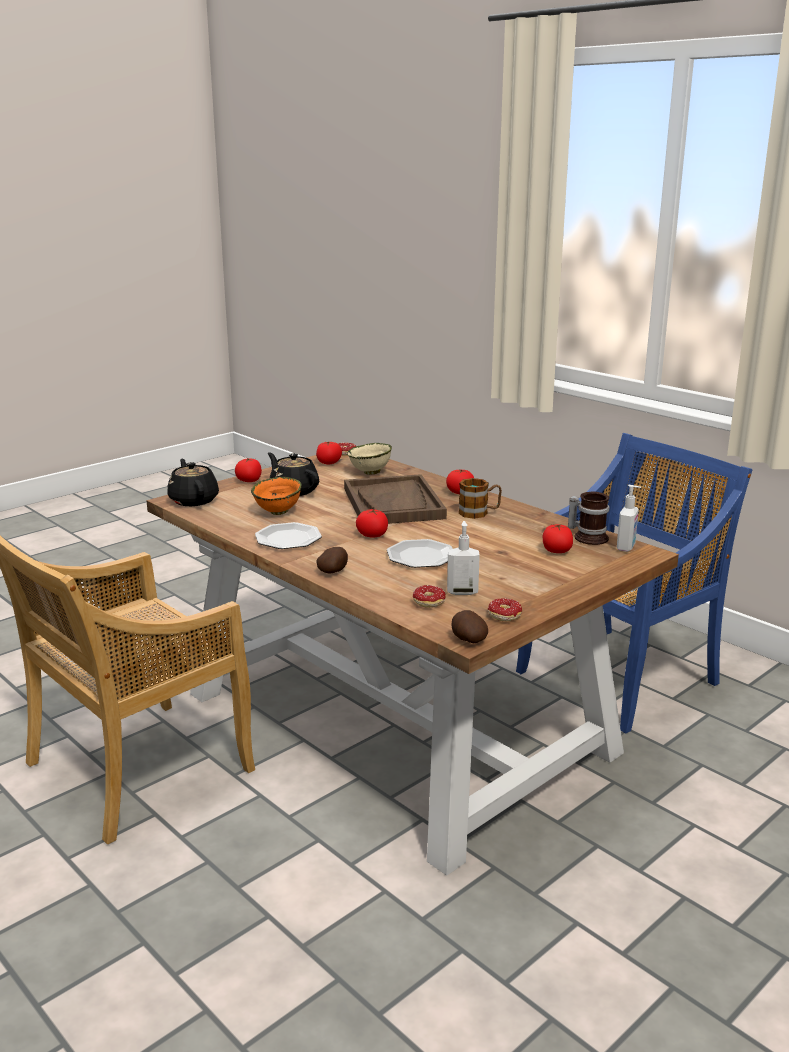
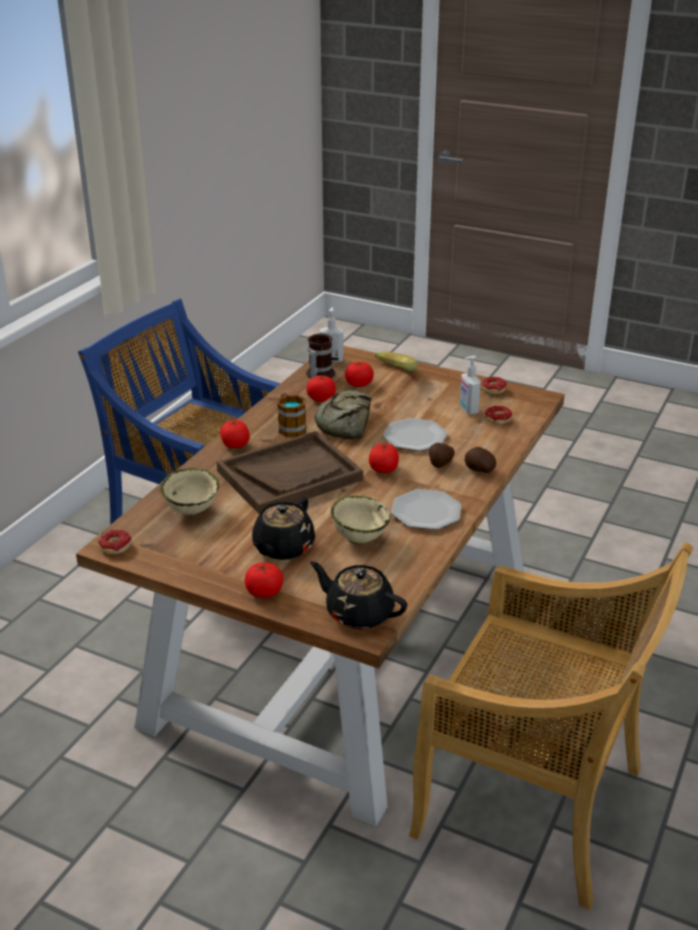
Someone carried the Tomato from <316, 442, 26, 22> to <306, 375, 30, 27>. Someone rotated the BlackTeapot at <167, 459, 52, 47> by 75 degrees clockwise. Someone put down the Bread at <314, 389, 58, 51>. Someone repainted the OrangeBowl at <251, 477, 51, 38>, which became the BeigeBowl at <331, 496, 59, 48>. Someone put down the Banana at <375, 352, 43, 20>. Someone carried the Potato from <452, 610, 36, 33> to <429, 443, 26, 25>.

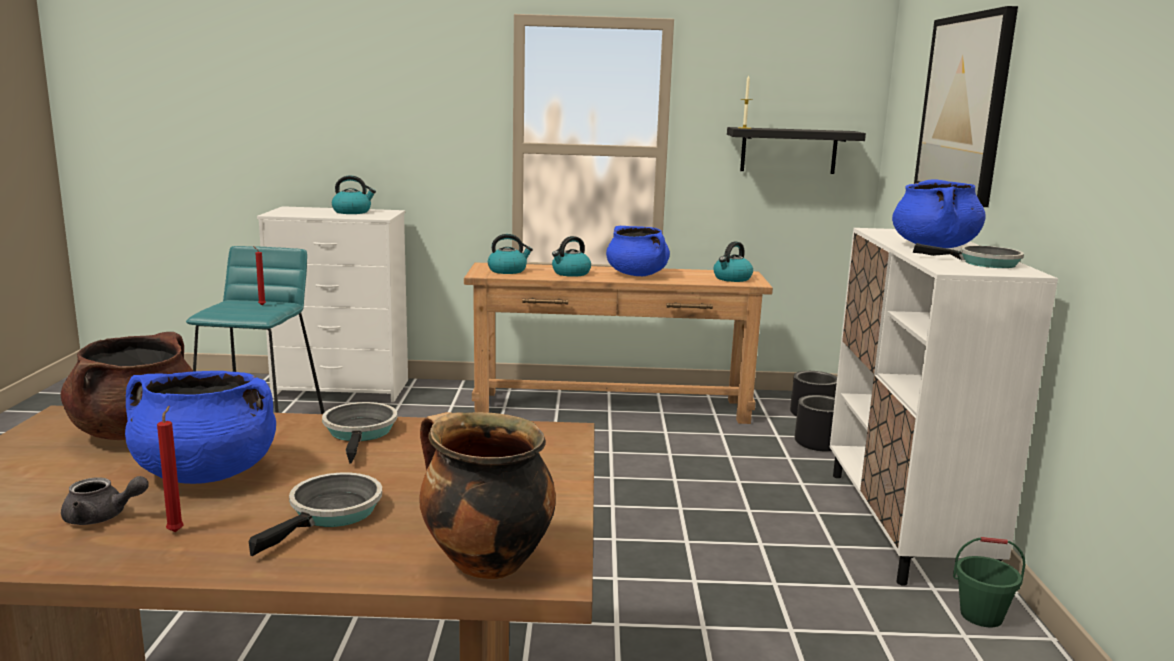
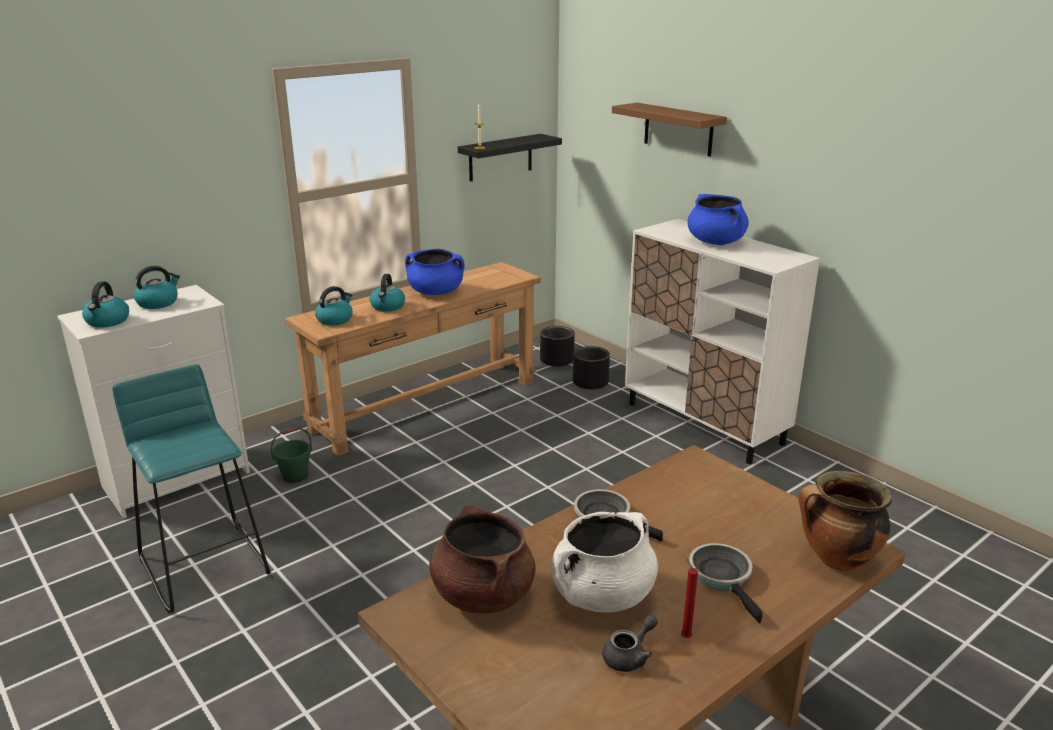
Someone carried the Kettle from <713, 241, 40, 41> to <82, 282, 47, 46>. Someone carried the GreenBucket from <953, 537, 72, 91> to <271, 428, 41, 55>. Someone repainted the BlueCookingPot at <125, 371, 151, 113>, which became the WhiteCookingPot at <551, 512, 107, 100>. Someone swapped the Picture at <914, 6, 104, 201> for the BrownShelf at <612, 103, 115, 54>. Someone took away the RedCandle at <253, 246, 13, 59>. Someone took away the FryingPan at <913, 243, 111, 25>.

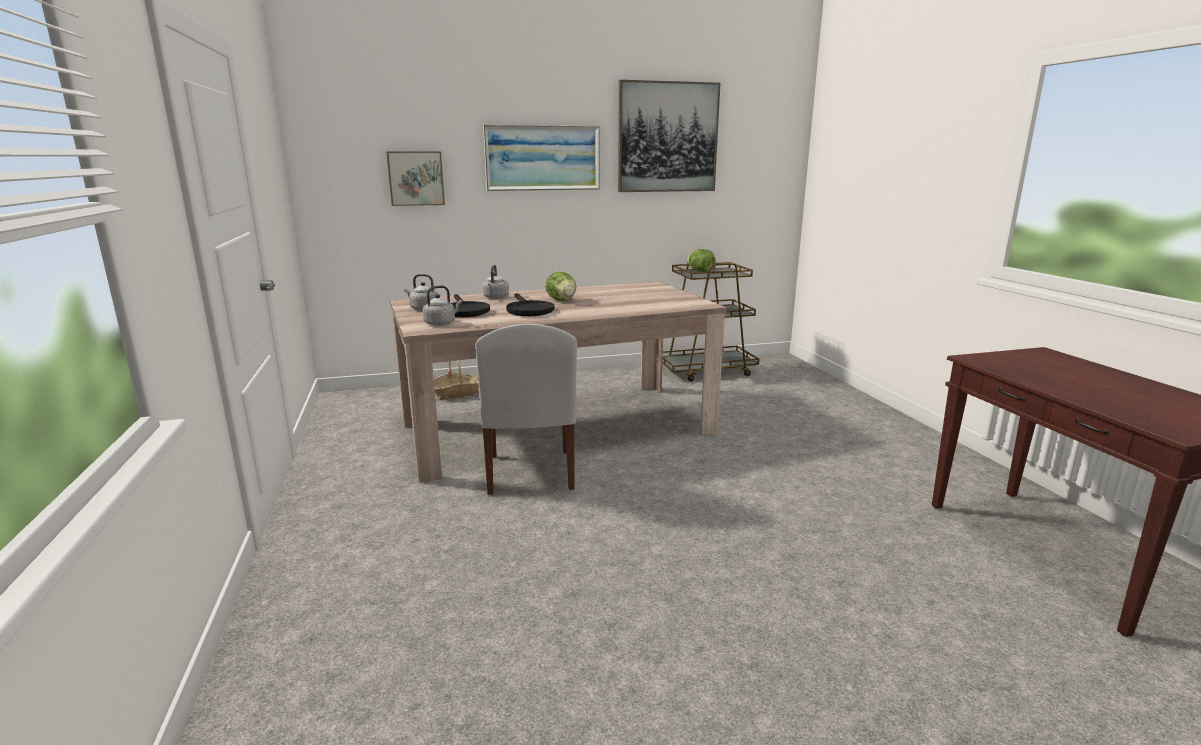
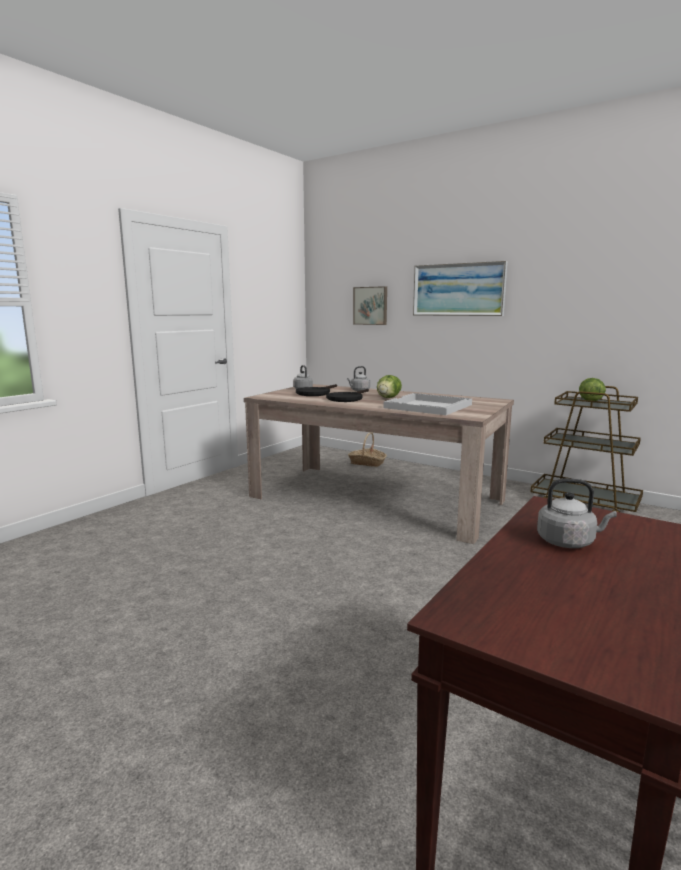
Someone put down the WhiteTray at <383, 393, 89, 22>. Someone carried the GreyKettle from <423, 286, 39, 40> to <537, 478, 80, 70>. Someone took away the WhiteChair at <475, 324, 102, 171>. Someone took away the Picture at <618, 80, 103, 112>.

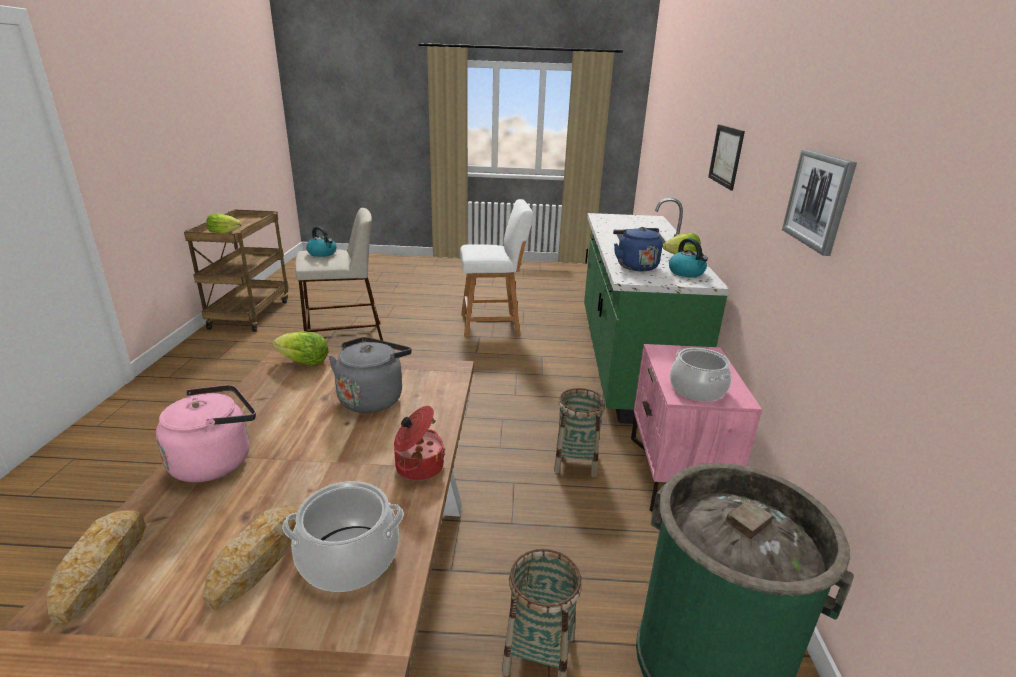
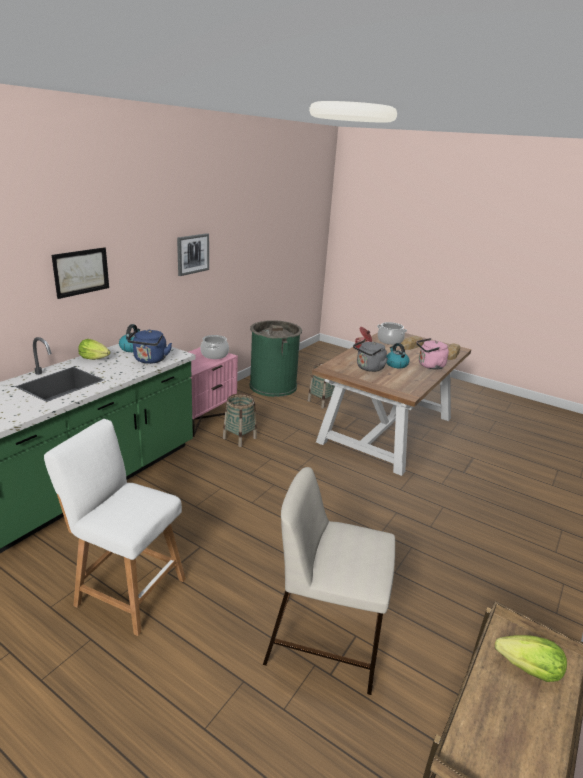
Someone carried the Kettle from <306, 226, 30, 31> to <386, 343, 24, 25>. Someone took away the Lettuce at <273, 331, 56, 35>.

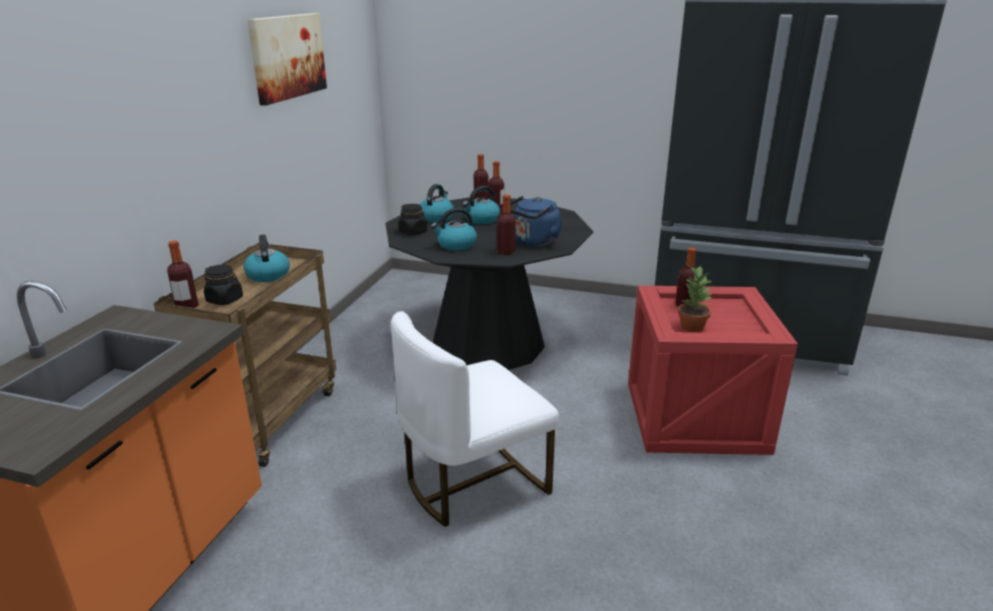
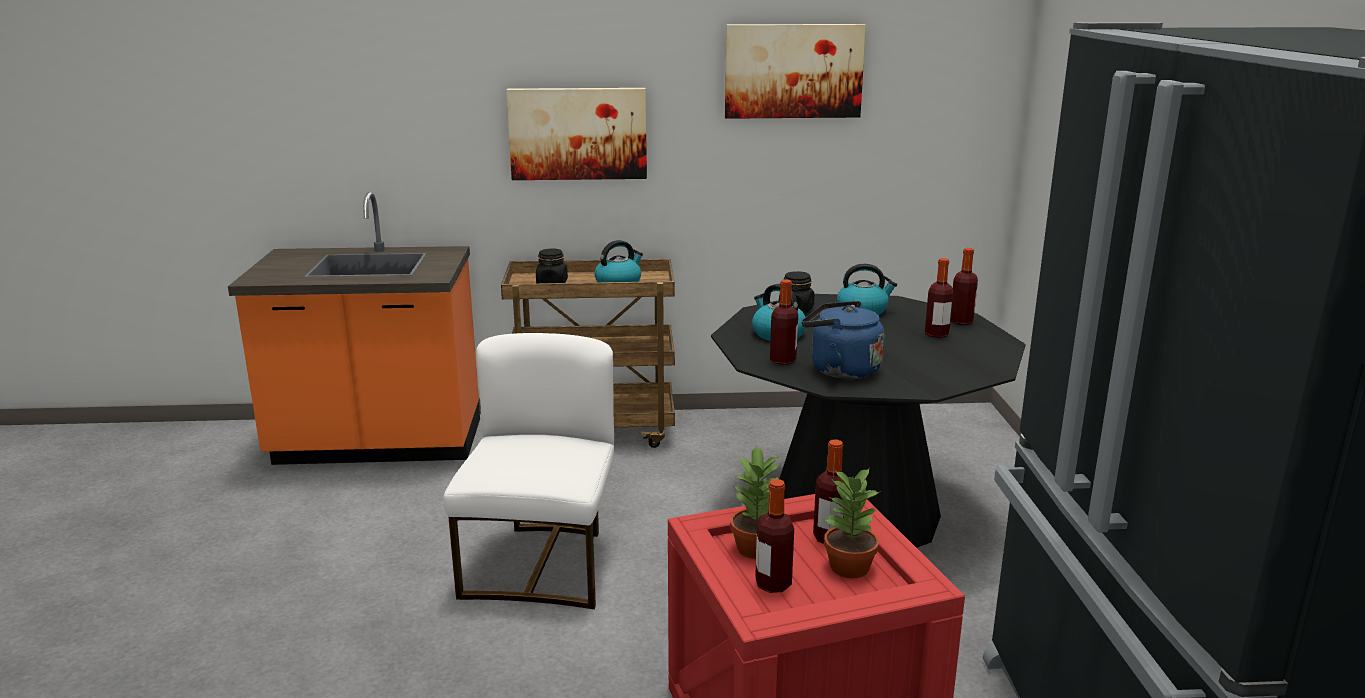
Someone rotated the WhiteChair at <391, 311, 168, 216> by 60 degrees clockwise. Someone put up the Picture at <506, 88, 141, 92>. Someone carried the Bottle from <167, 241, 32, 67> to <755, 479, 39, 114>. Someone put down the PottedPlant at <824, 468, 57, 110>. Someone took away the Kettle at <462, 186, 38, 38>.

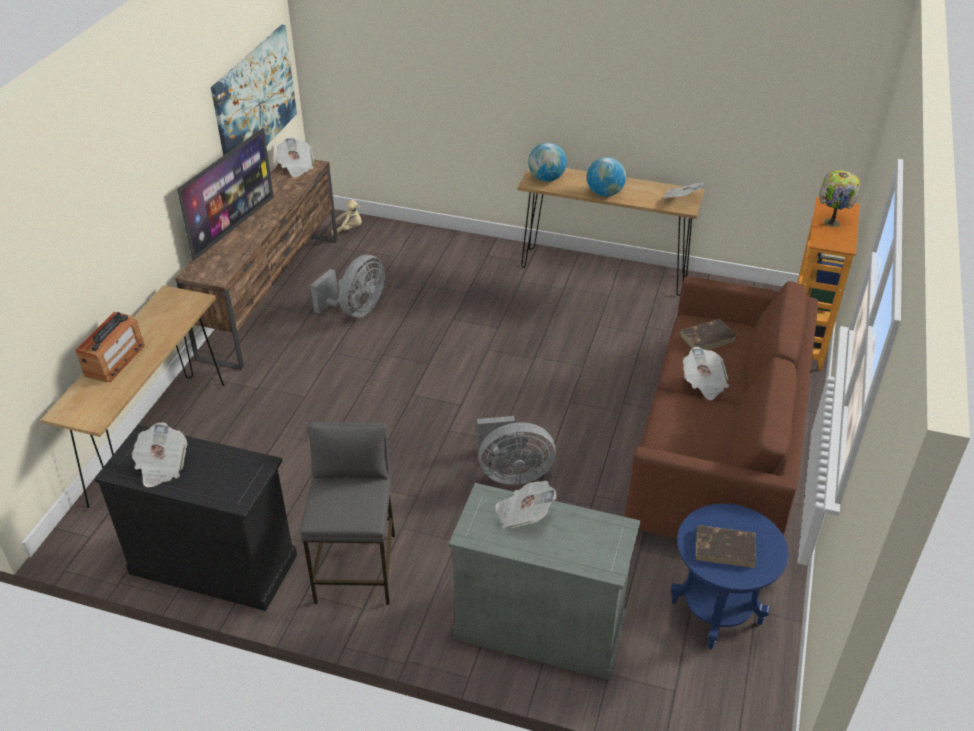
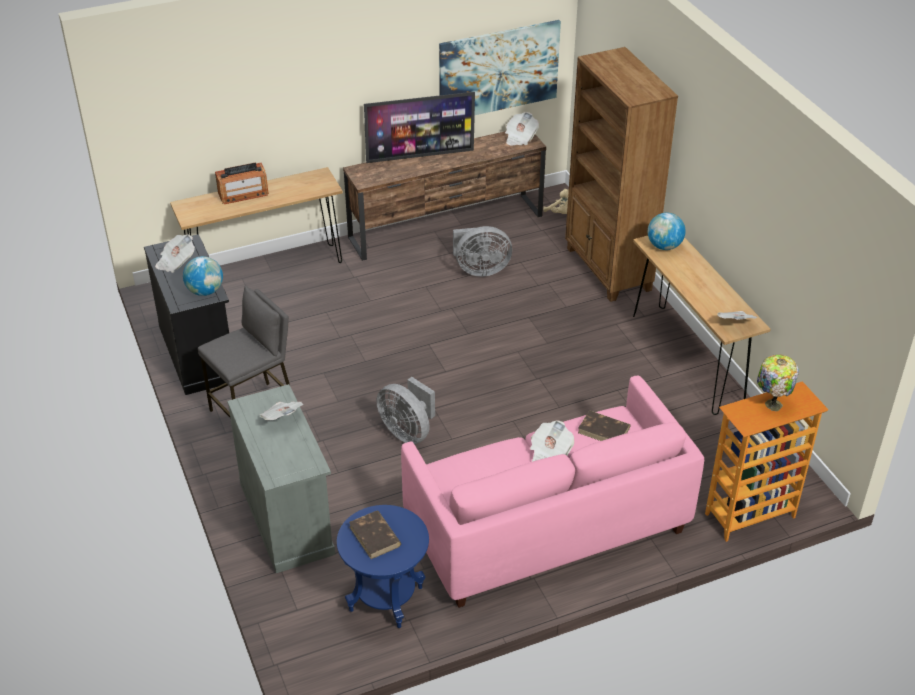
Someone carried the Globe from <587, 157, 39, 40> to <183, 256, 40, 40>. Someone repainted the BrownSofa at <625, 276, 193, 263>, which became the PinkSofa at <401, 375, 303, 233>. Someone put down the BrownBookcase at <565, 47, 113, 255>.

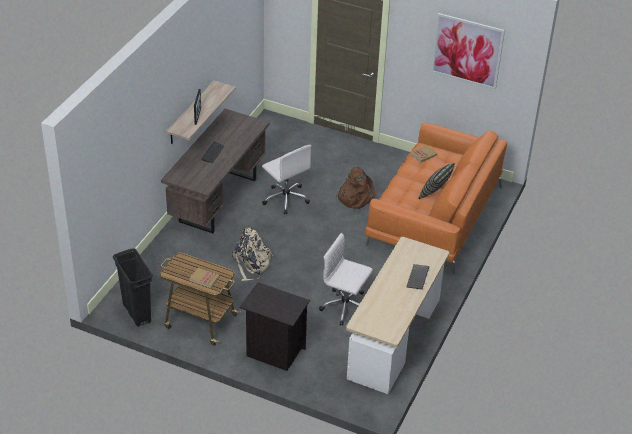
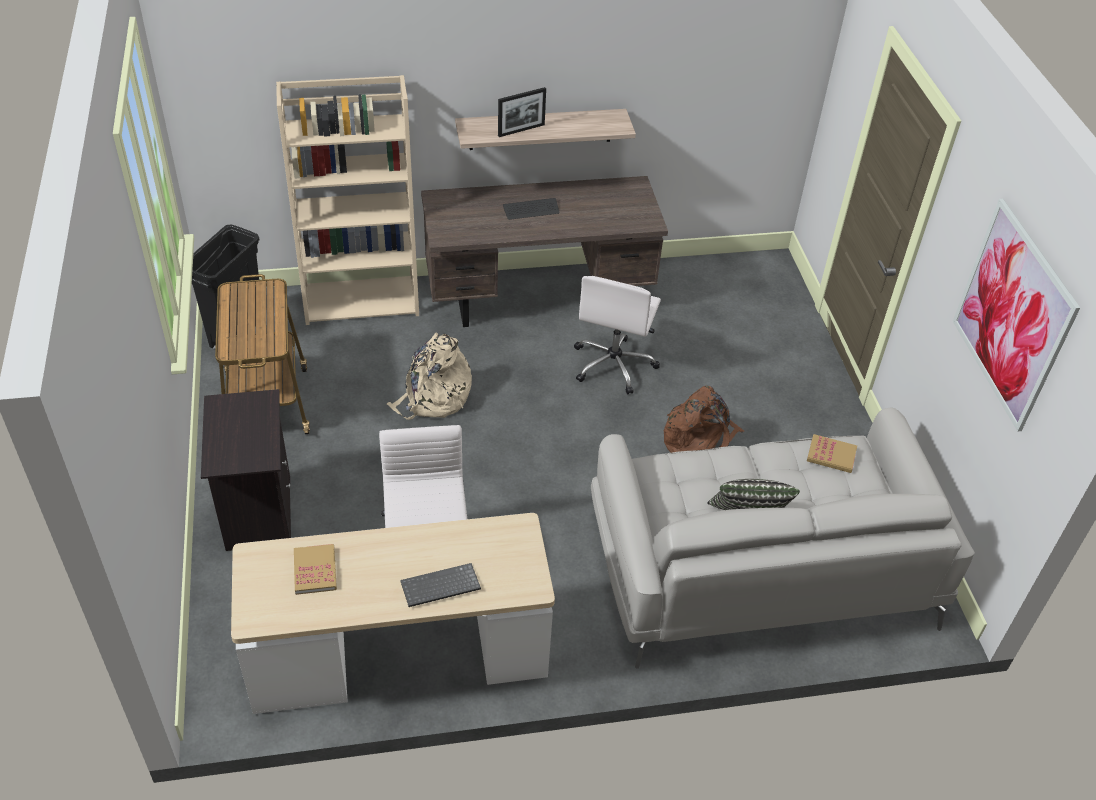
Someone put down the BeigeBookcase at <276, 75, 143, 250>. Someone carried the Book from <189, 267, 31, 21> to <294, 544, 43, 51>. Someone repainted the OrangeSofa at <365, 123, 142, 151>, which became the GreySofa at <591, 408, 384, 261>.

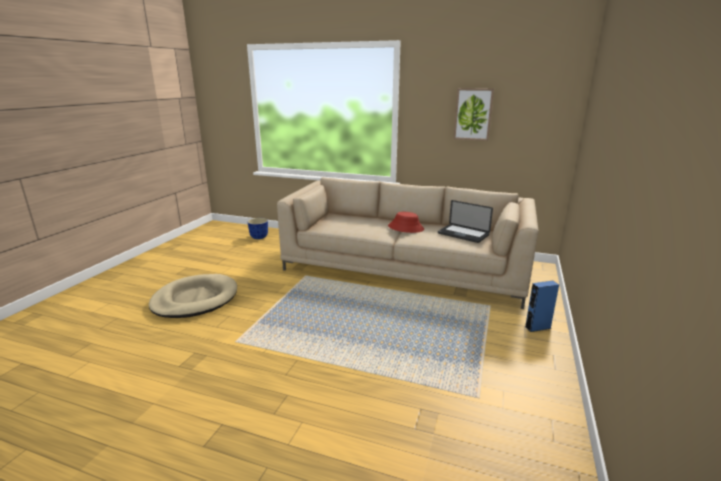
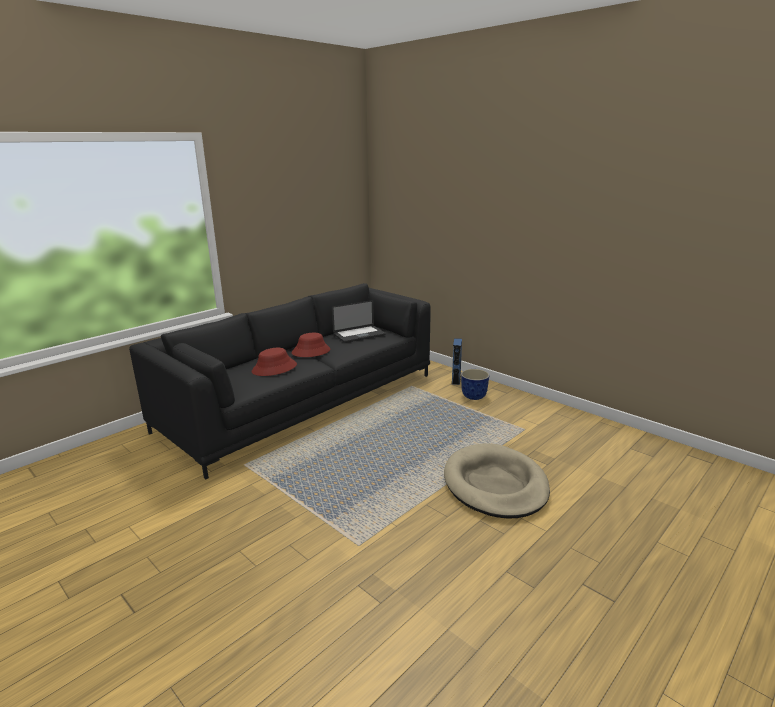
Someone repainted the BeigeSofa at <277, 177, 262, 132>, which became the BlackSofa at <129, 283, 302, 196>. Someone put down the RedHat at <252, 348, 45, 28>. Someone carried the BeigeDogBed from <149, 274, 88, 44> to <444, 443, 106, 76>. Someone carried the Planter from <247, 218, 21, 21> to <461, 369, 28, 31>. Someone took away the Picture at <453, 88, 41, 53>.

